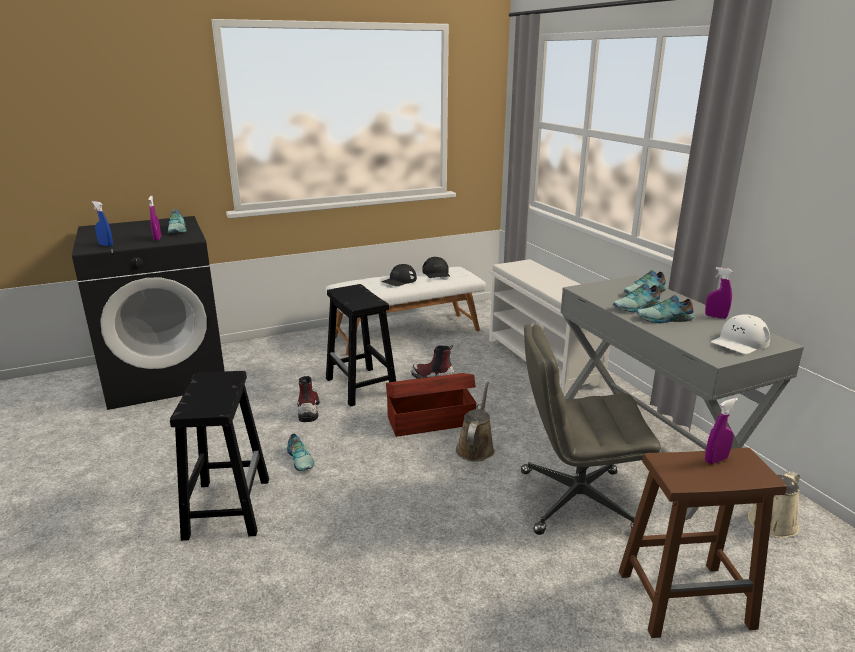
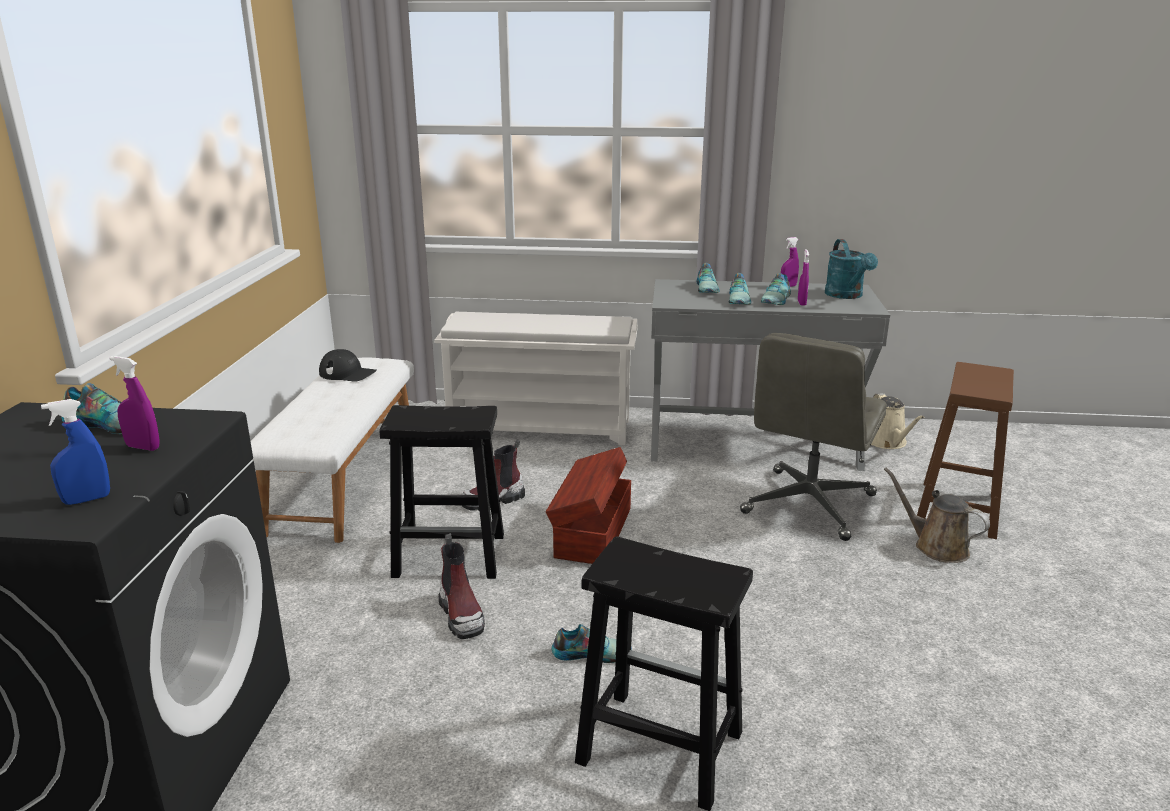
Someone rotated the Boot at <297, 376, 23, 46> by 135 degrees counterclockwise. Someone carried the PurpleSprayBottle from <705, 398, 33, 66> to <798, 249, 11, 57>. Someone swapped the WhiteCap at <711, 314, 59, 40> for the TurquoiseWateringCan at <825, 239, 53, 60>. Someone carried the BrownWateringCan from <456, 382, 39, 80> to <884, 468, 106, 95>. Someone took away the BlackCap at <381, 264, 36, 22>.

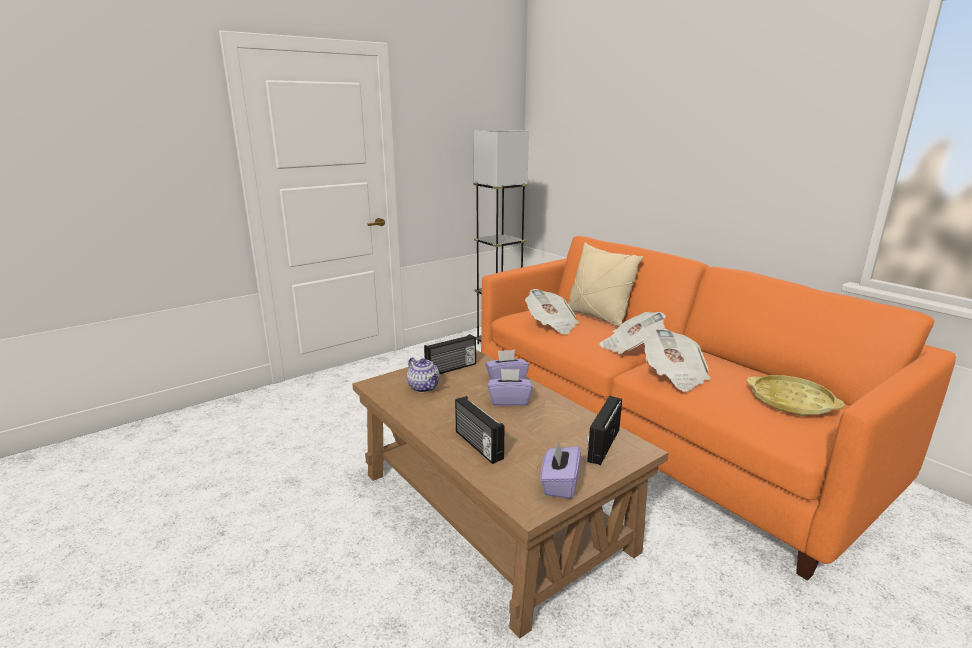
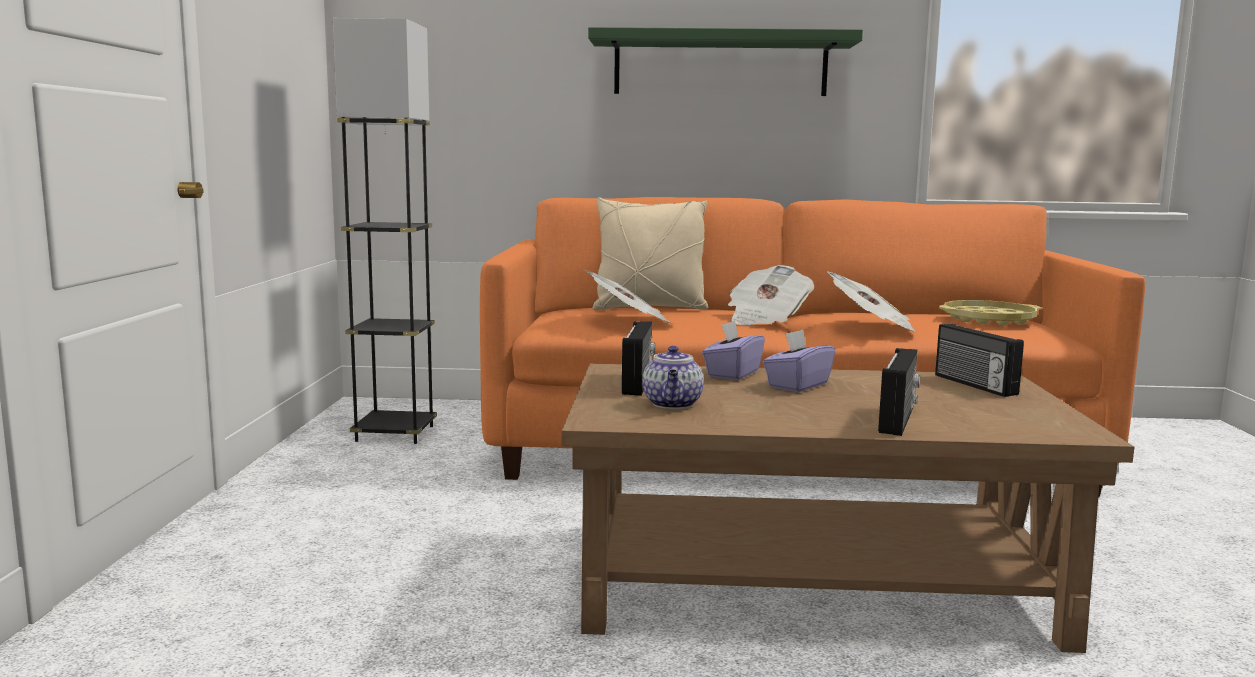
Someone put up the GreenShelf at <588, 27, 275, 69>. Someone rotated the Teapot at <407, 357, 33, 35> by 90 degrees clockwise. Someone rotated the Radio at <455, 396, 49, 68> by 75 degrees counterclockwise. Someone took away the PurpleTissueBox at <540, 441, 41, 58>.

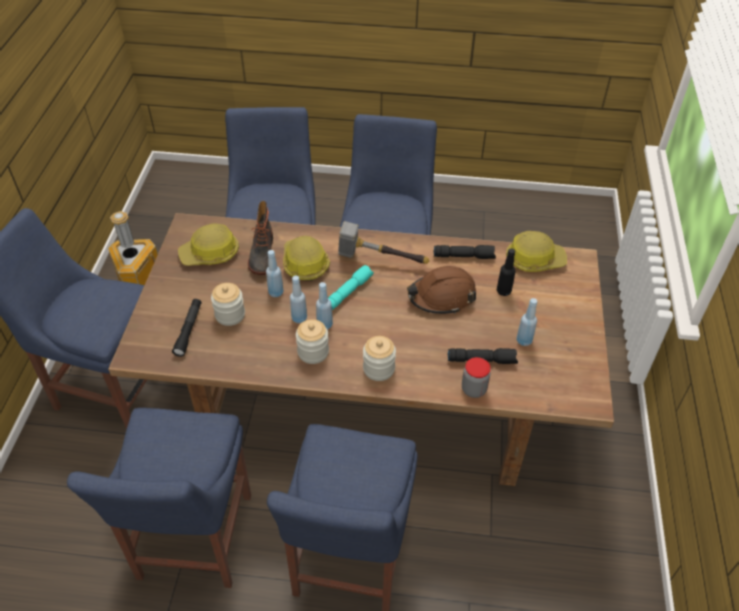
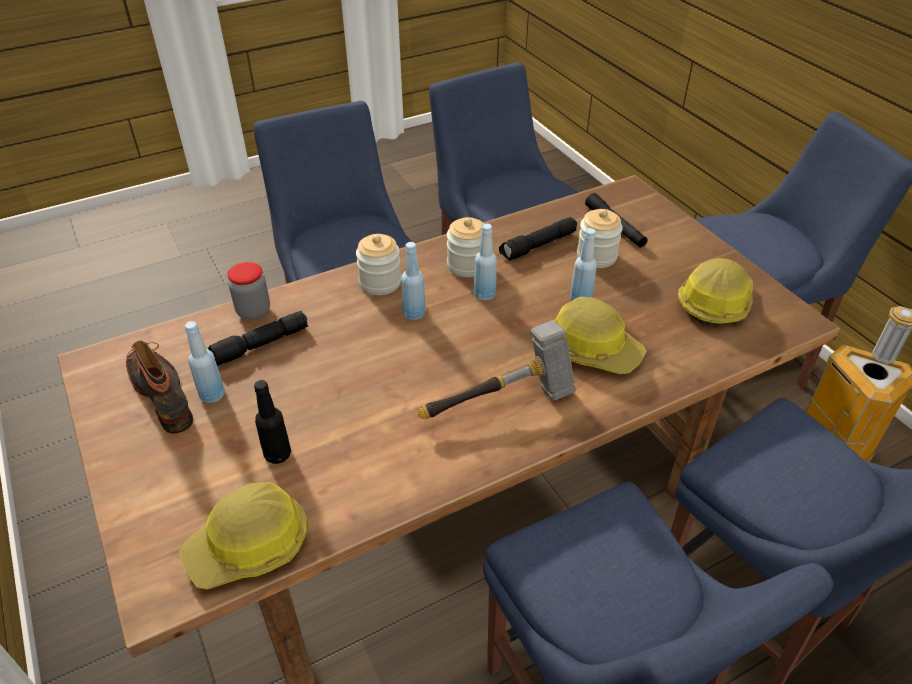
Someone carried the Boot from <248, 201, 25, 74> to <126, 341, 67, 93>. Someone carried the BlueBottle from <290, 276, 17, 47> to <401, 242, 24, 78>. Someone carried the BlackFlashlight from <434, 245, 62, 14> to <499, 217, 78, 44>. Someone took away the TurquoiseFlashlight at <328, 265, 46, 45>. Someone took away the BrownHardHat at <407, 266, 69, 48>.

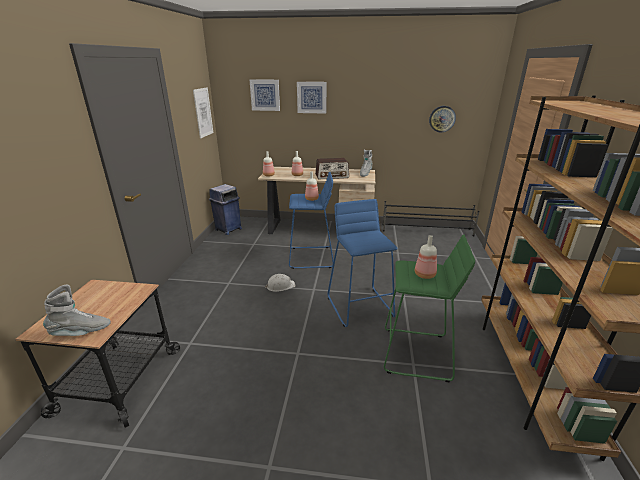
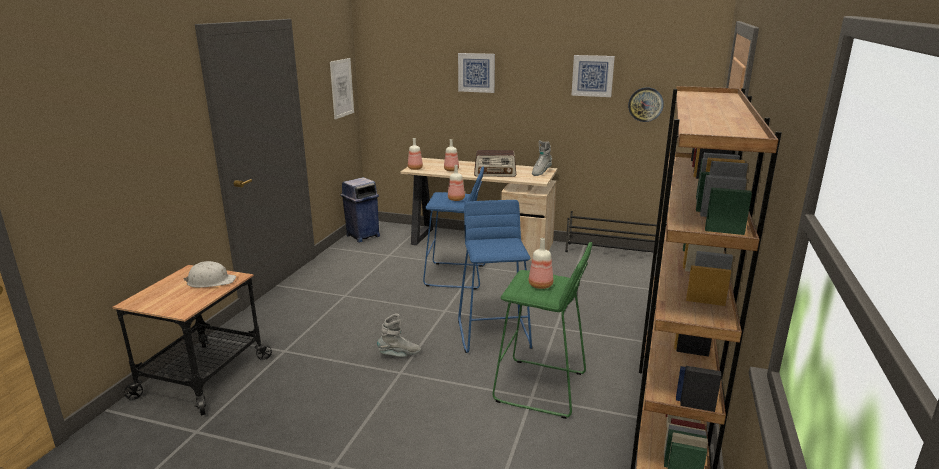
Someone carried the WhiteHardHat from <265, 274, 30, 18> to <184, 261, 52, 27>. Someone carried the GreyBoot from <43, 285, 68, 51> to <377, 314, 44, 43>. Someone carried the Picture from <250, 79, 30, 32> to <571, 55, 44, 42>.

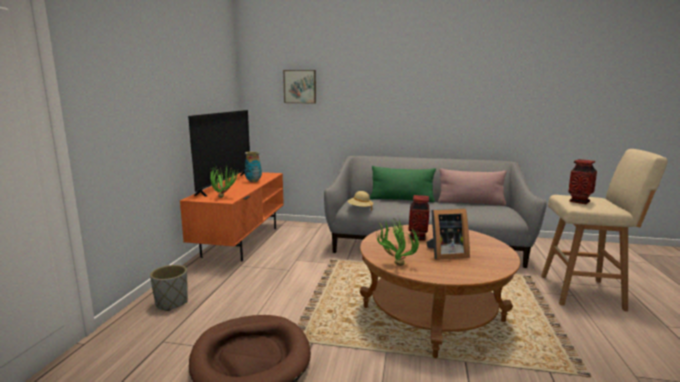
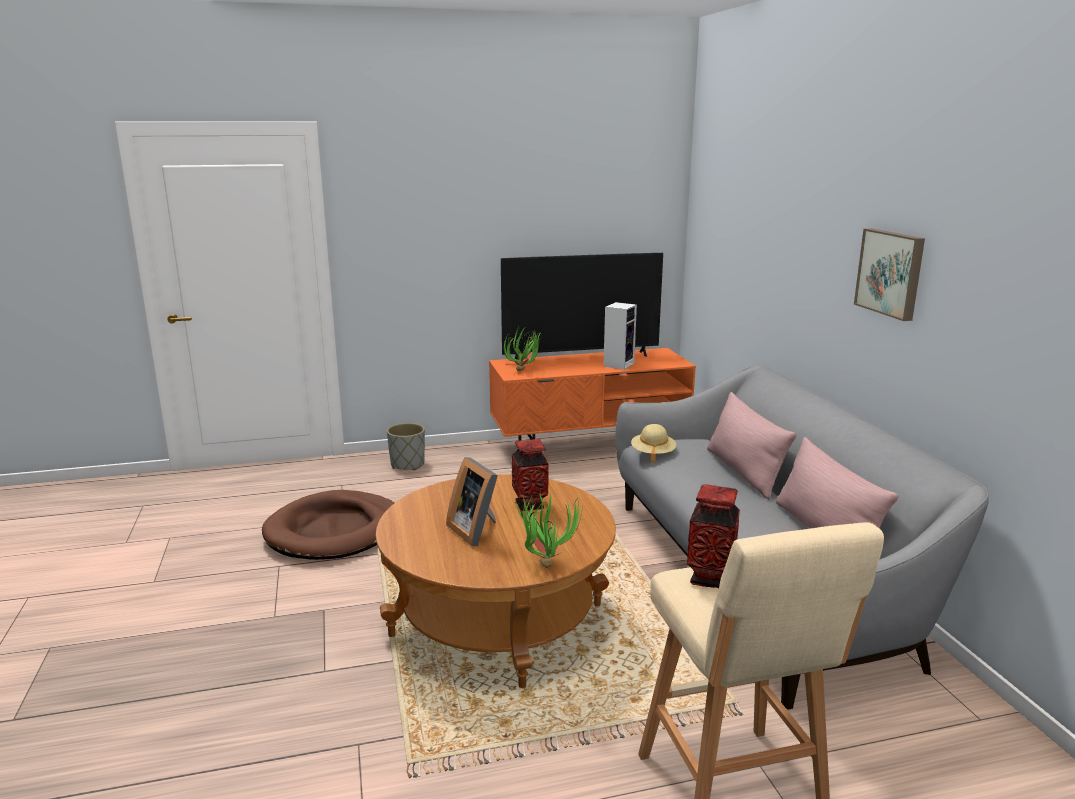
Someone carried the PottedPlant from <376, 218, 43, 48> to <514, 493, 69, 75>. Someone swapped the Vase at <245, 151, 17, 31> for the Speaker at <604, 302, 33, 68>. Someone repainted the GreenPillow at <370, 166, 66, 37>, which became the PinkPillow at <707, 392, 89, 107>. Someone carried the Picture from <283, 70, 33, 33> to <854, 228, 71, 93>.

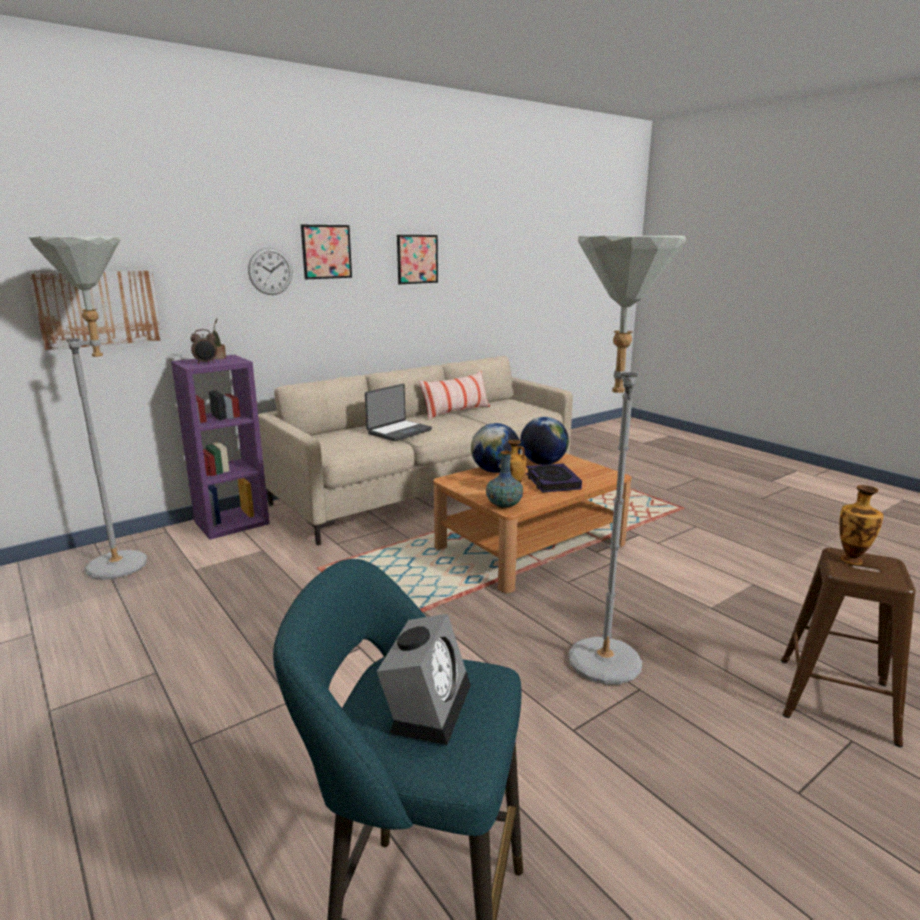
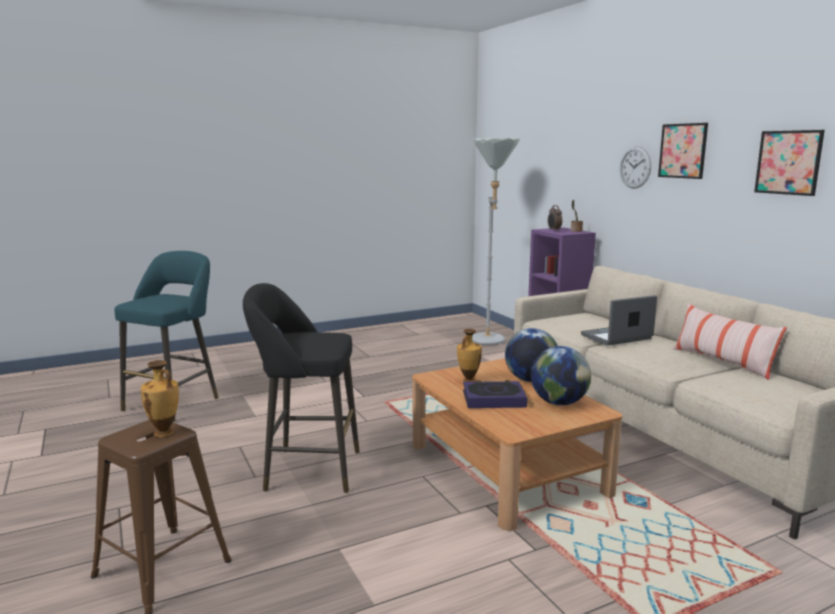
Someone swapped the GreyFloorLamp at <569, 236, 117, 448> for the BlackStool at <243, 283, 117, 210>. Someone rotated the Laptop at <365, 384, 67, 57> by 105 degrees clockwise. Someone took away the Picture at <29, 270, 133, 80>. Someone took away the AlarmClock at <377, 614, 94, 131>. Someone took away the Vase at <486, 451, 37, 57>.

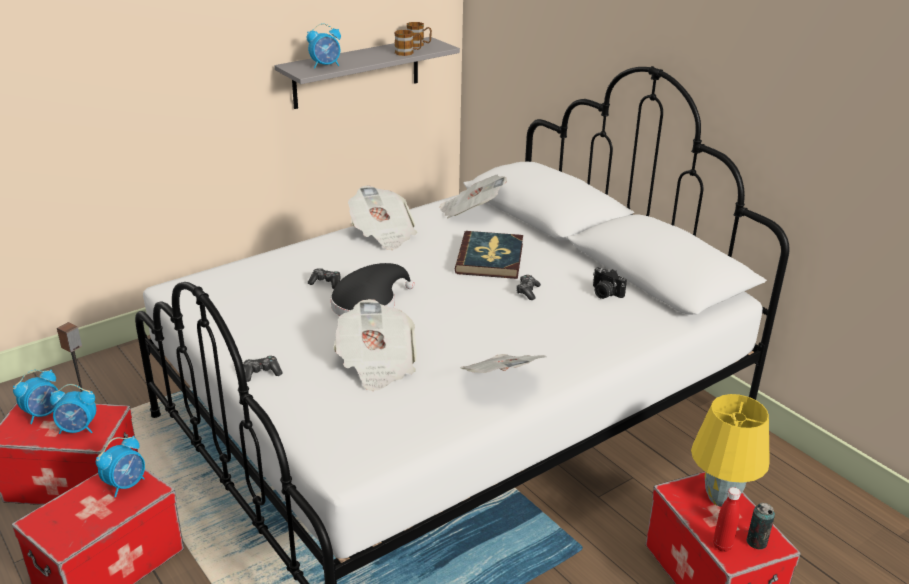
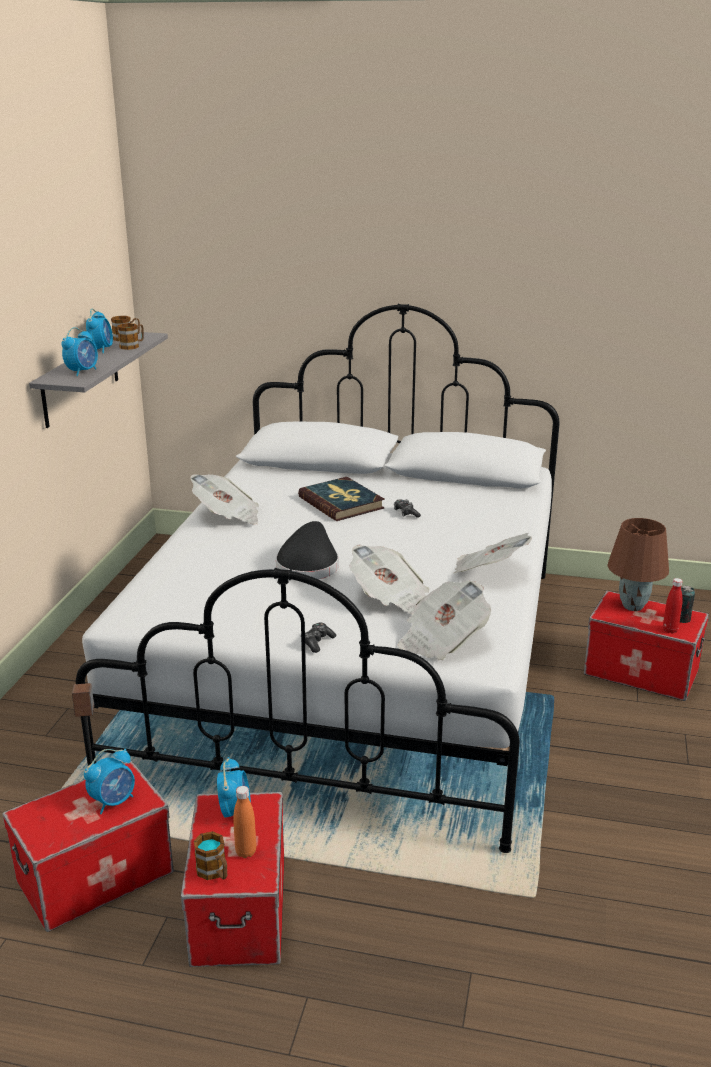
Someone carried the AlarmClock from <13, 370, 45, 54> to <86, 309, 27, 44>. Someone put down the Mug at <194, 831, 33, 49>. Someone put down the OrangeBottle at <233, 786, 23, 72>. Someone carried the Newspaper from <439, 175, 68, 43> to <398, 581, 93, 79>. Someone repainted the YellowTableLamp at <691, 394, 79, 113>, which became the BrownTableLamp at <607, 518, 62, 93>. Someone took away the GameController at <308, 268, 32, 21>. Someone took away the PhotoCamera at <593, 267, 34, 32>.

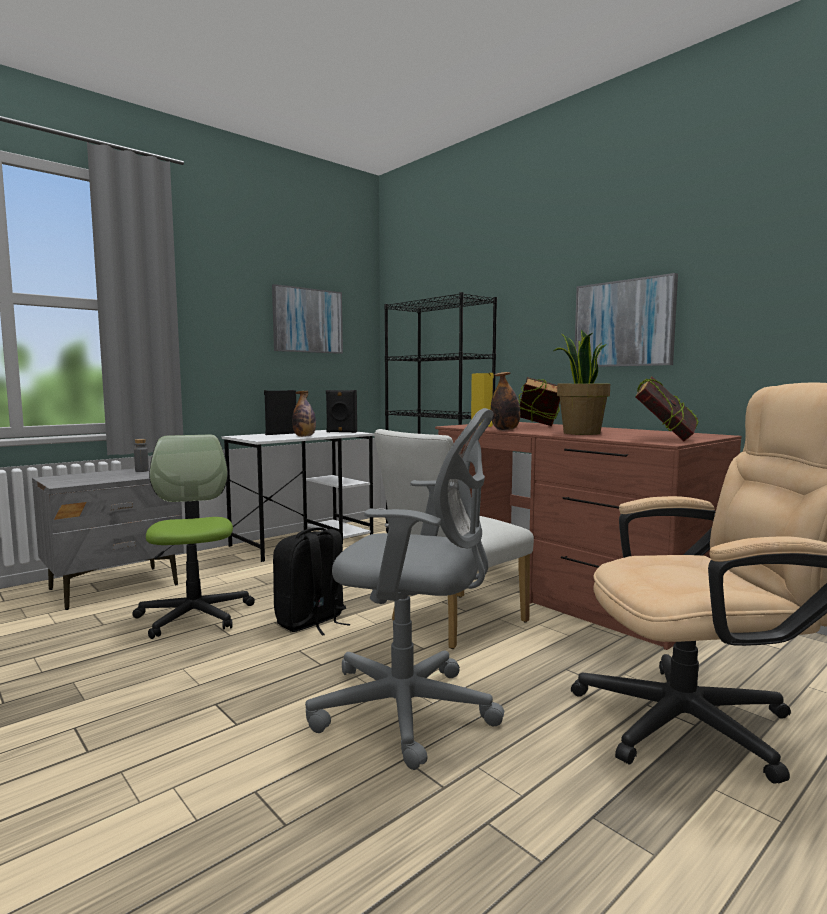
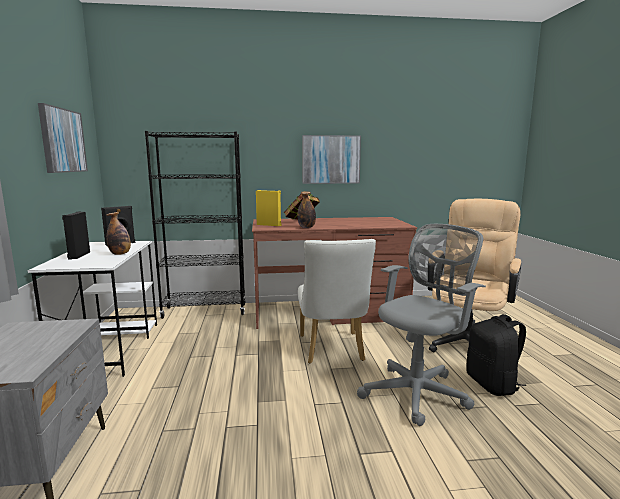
Someone carried the BlackBackpack from <273, 527, 77, 109> to <466, 314, 60, 82>. Someone took away the OfficeChair at <132, 435, 123, 204>. Someone took away the GreyBottle at <134, 439, 15, 33>. Someone took away the PottedPlant at <553, 329, 57, 106>. Someone took away the Book at <635, 376, 63, 65>.

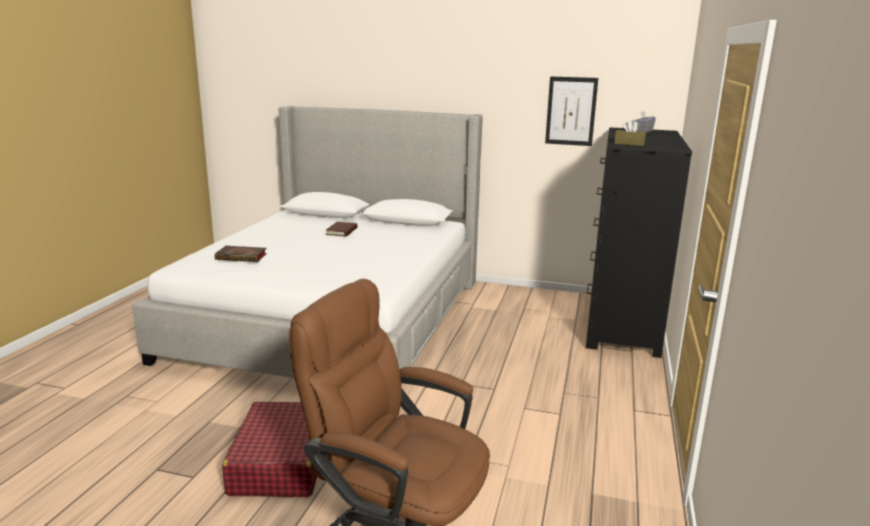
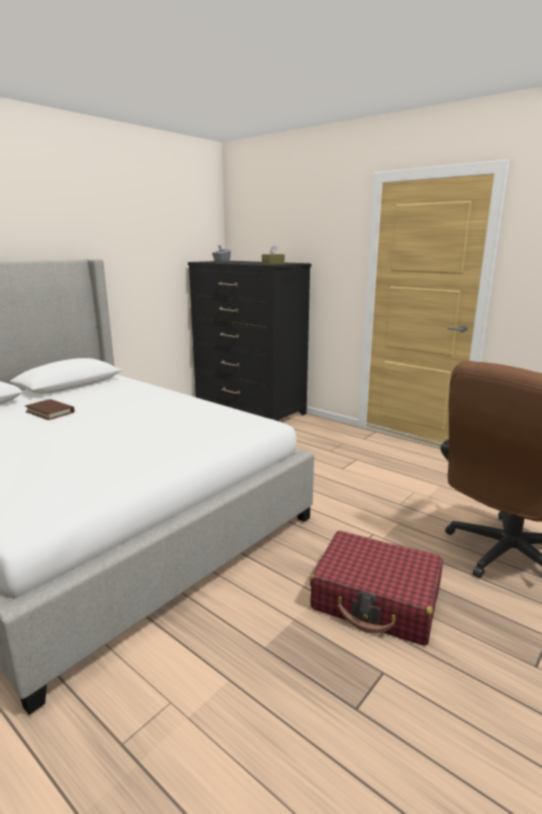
Someone took away the Book at <215, 246, 52, 16>. Someone took away the Picture at <545, 76, 53, 70>.

